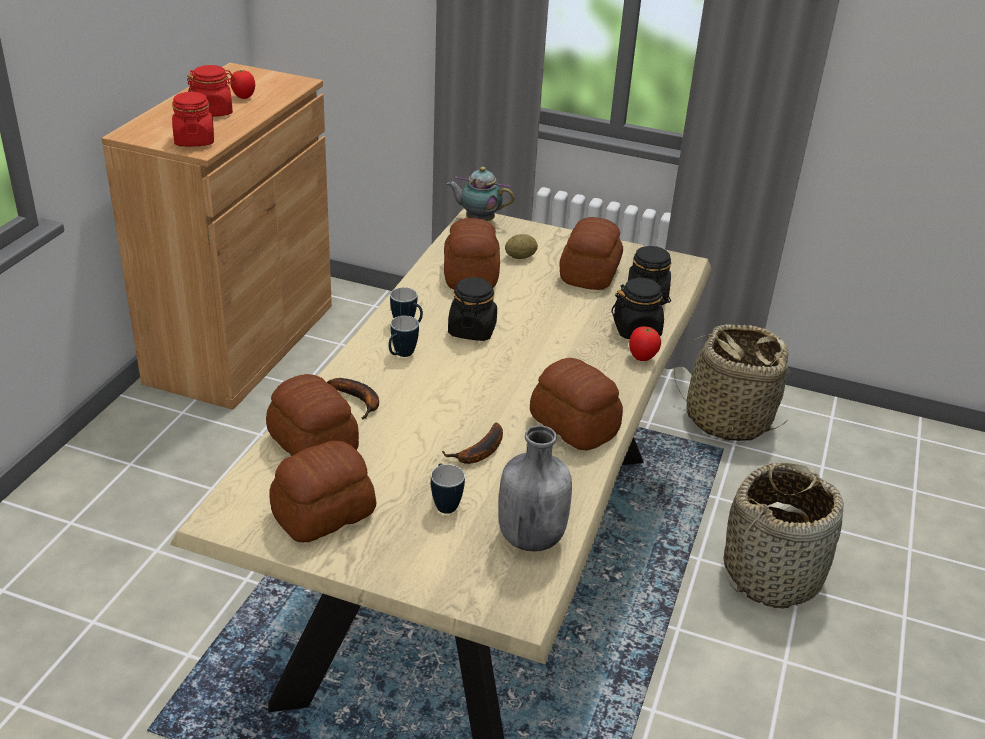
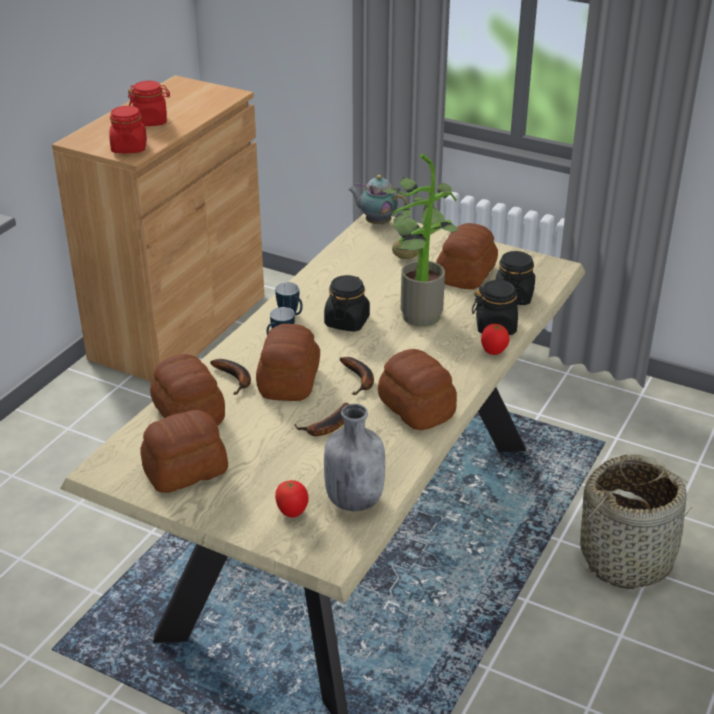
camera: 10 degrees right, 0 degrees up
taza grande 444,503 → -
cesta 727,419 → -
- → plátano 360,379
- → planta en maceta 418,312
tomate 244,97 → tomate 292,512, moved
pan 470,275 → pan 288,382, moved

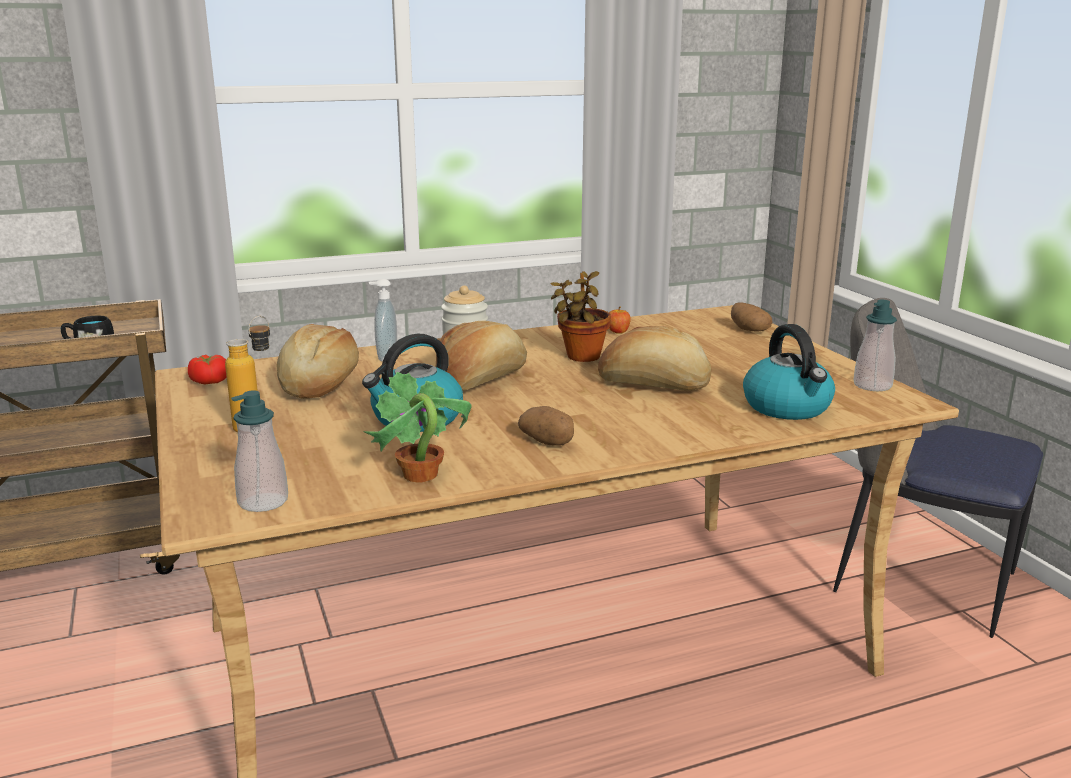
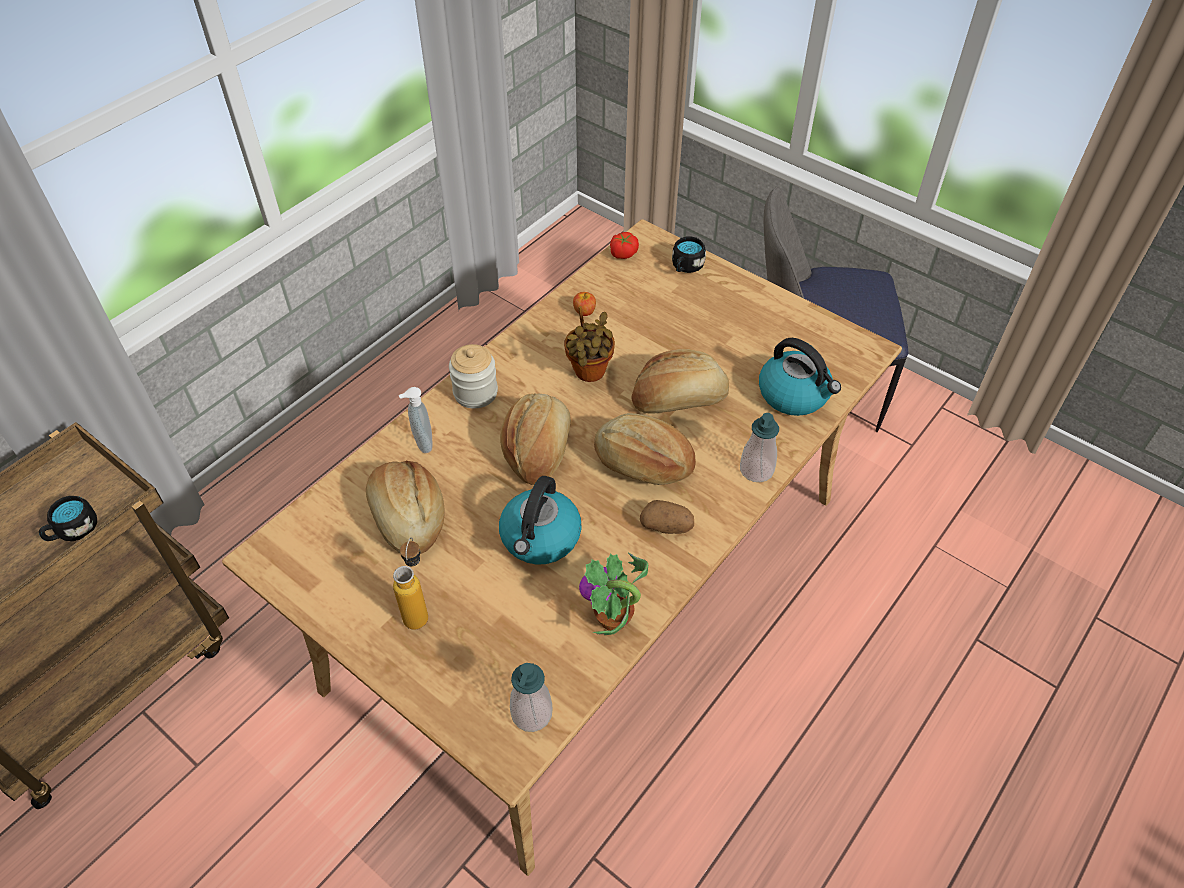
camera: 30 degrees left, 30 degrees up
- → pan 643,463
tomate 210,381 → tomate 623,253, moved
dispensador de jabón 872,386 → dispensador de jabón 756,470, moved
patata 748,330 → taza grande [negro] 685,267

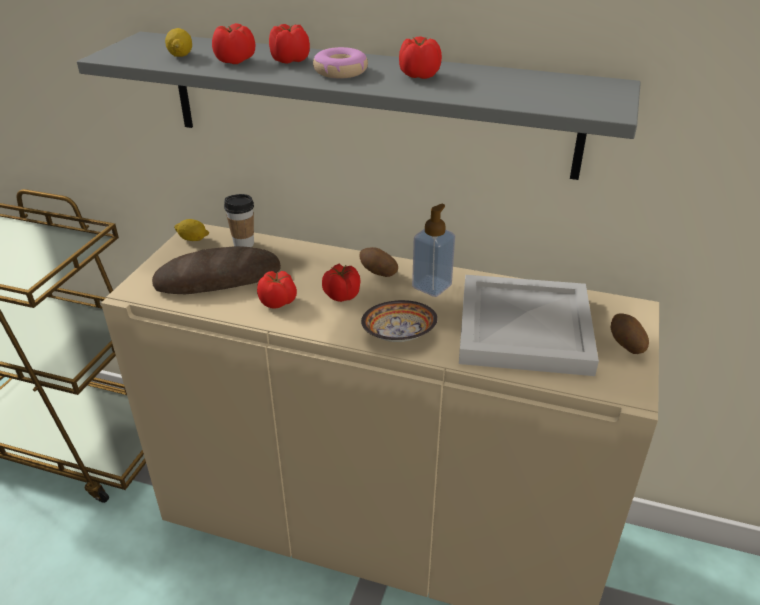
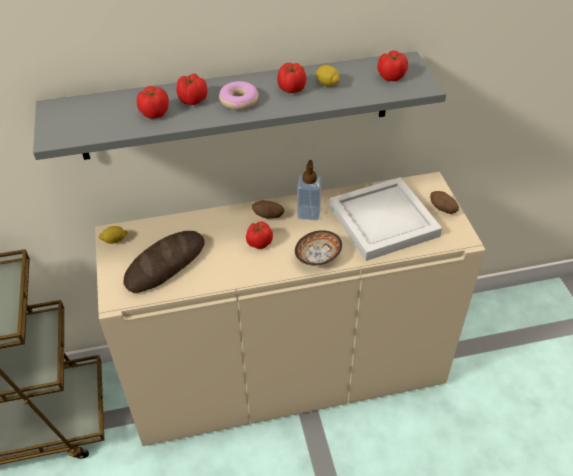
camera: 30 degrees left, 10 degrees up
taza 244,244 → -
limón 180,55 → limón 327,83, moved
tomate 278,302 → tomate 392,76, moved

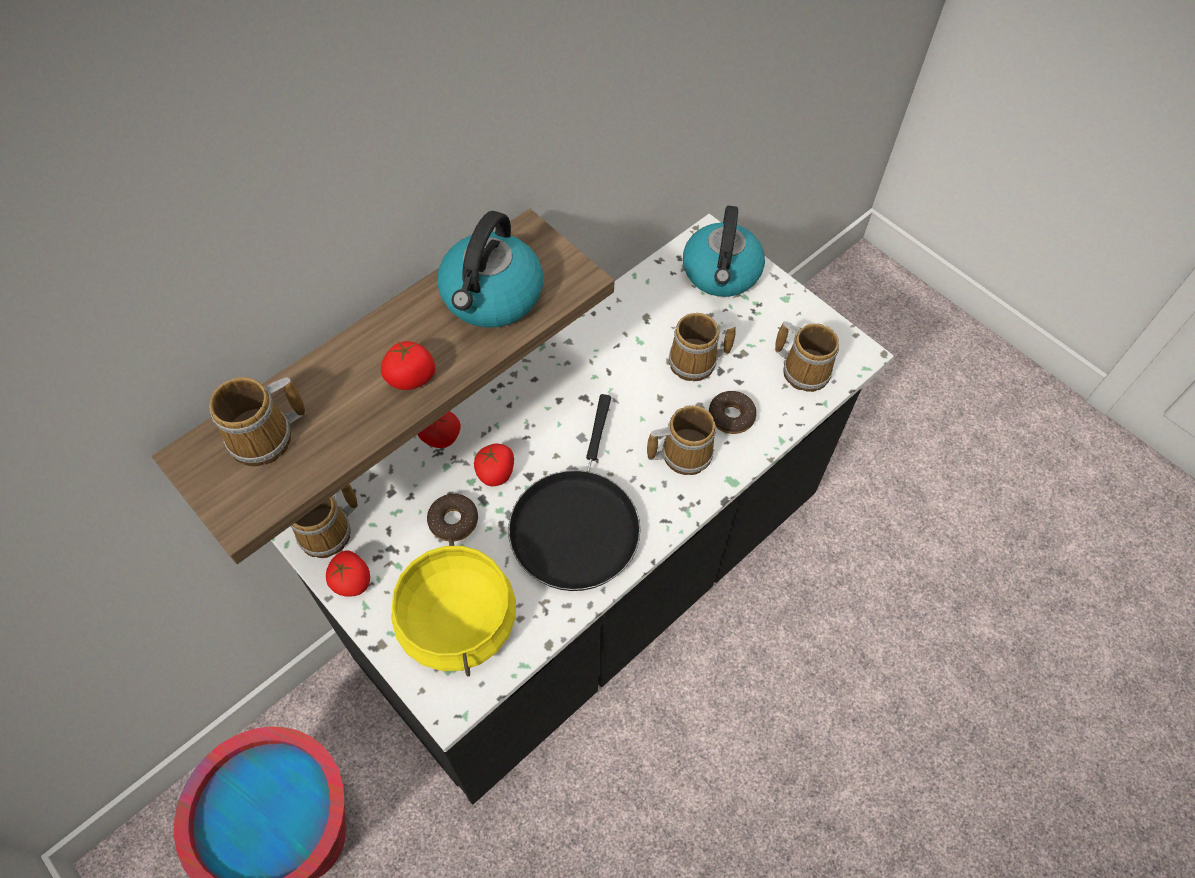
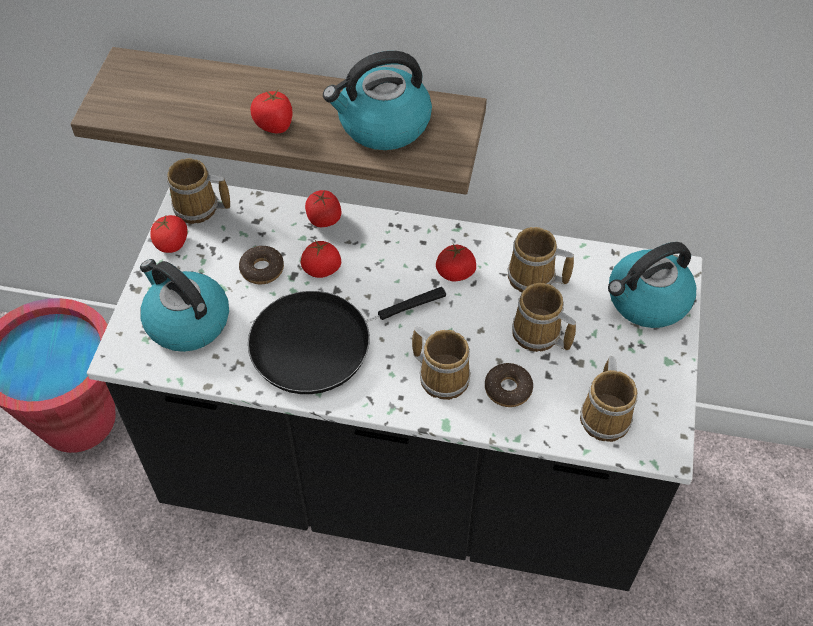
camera: 55 degrees right, 5 degrees down
- → tomate 455,273
taza grande 266,438 → taza grande 534,278, moved
olla [amarillo] 458,621 → hervidor 186,321

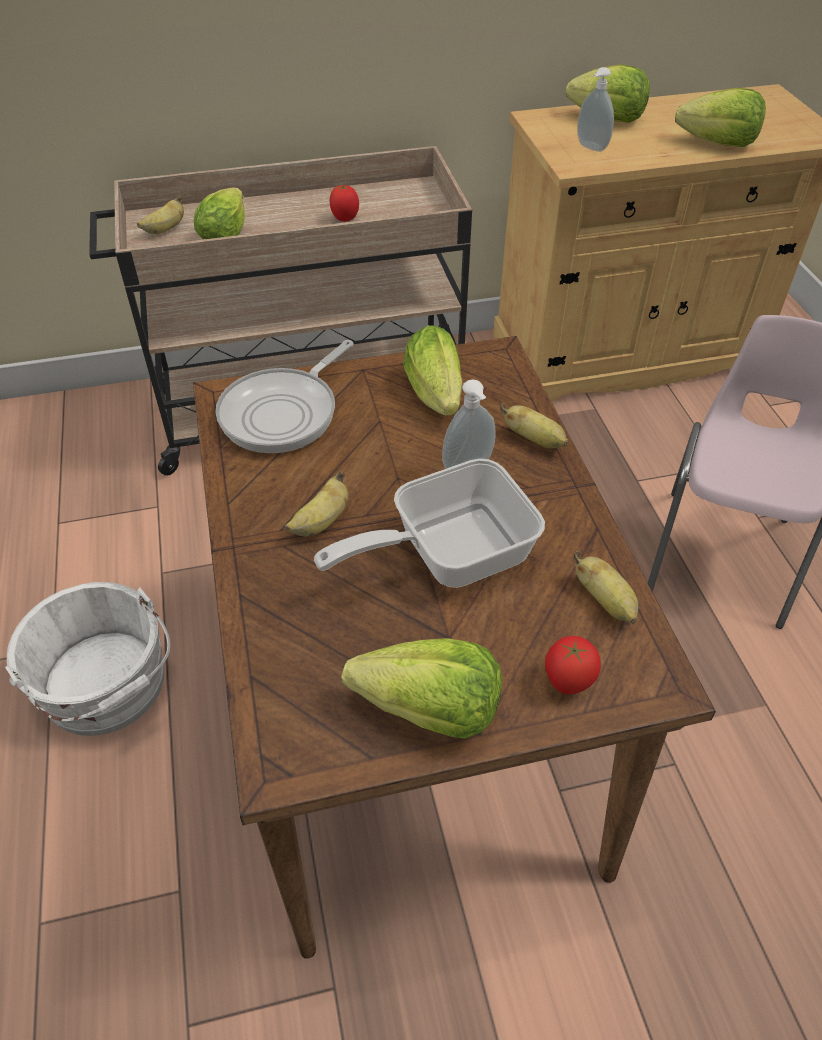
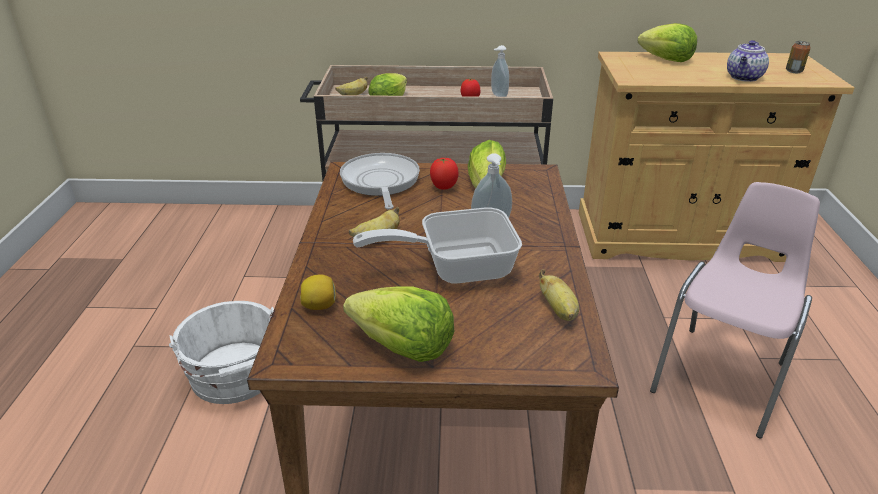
camera: 15 degrees right, 15 degrees down
plátano 534,440 → -
- → limón 320,306
- → lata 794,71
tomate 567,682 → tomate 443,188, moved
dispensador de jabón 590,148 → dispensador de jabón 498,96, moved
lechuga 718,143 → tetera 744,78
sartén 284,413 → sartén 380,182, 120 degrees clockwise

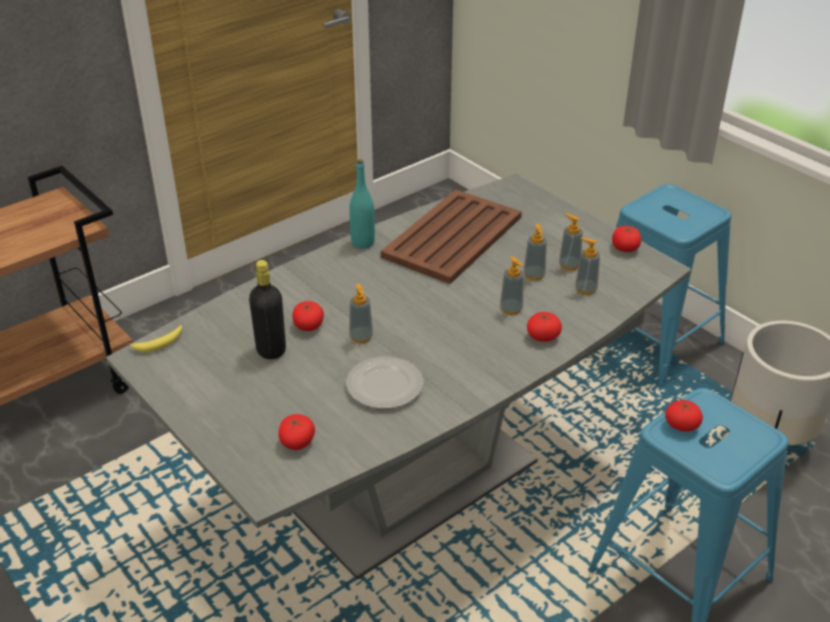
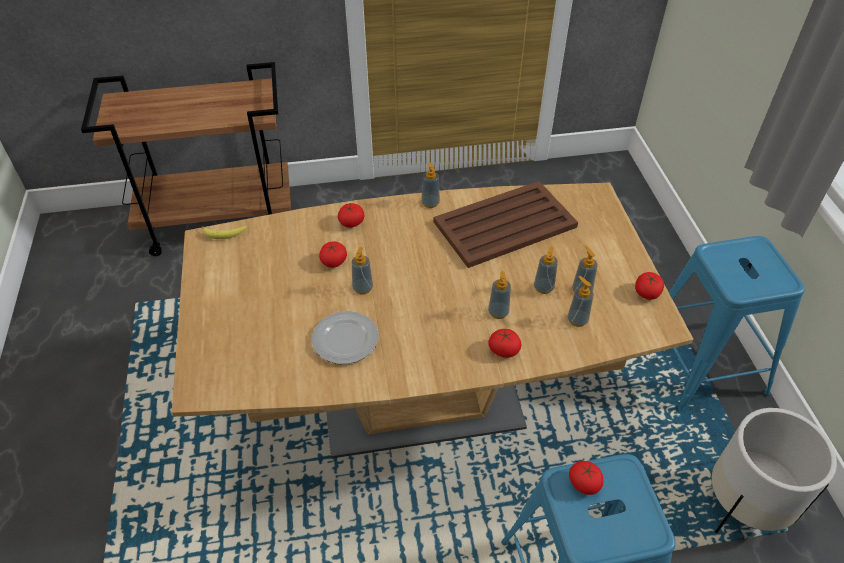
camera: 30 degrees right, 10 degrees up
botella [negro] 271,350 → -
tomate 297,442 → tomate 351,222, moved
botella [turquesa] 363,243 → dispensador de jabón 430,203
mesa de comedor [gris] 415,484 → mesa de comedor [marrón] 422,403

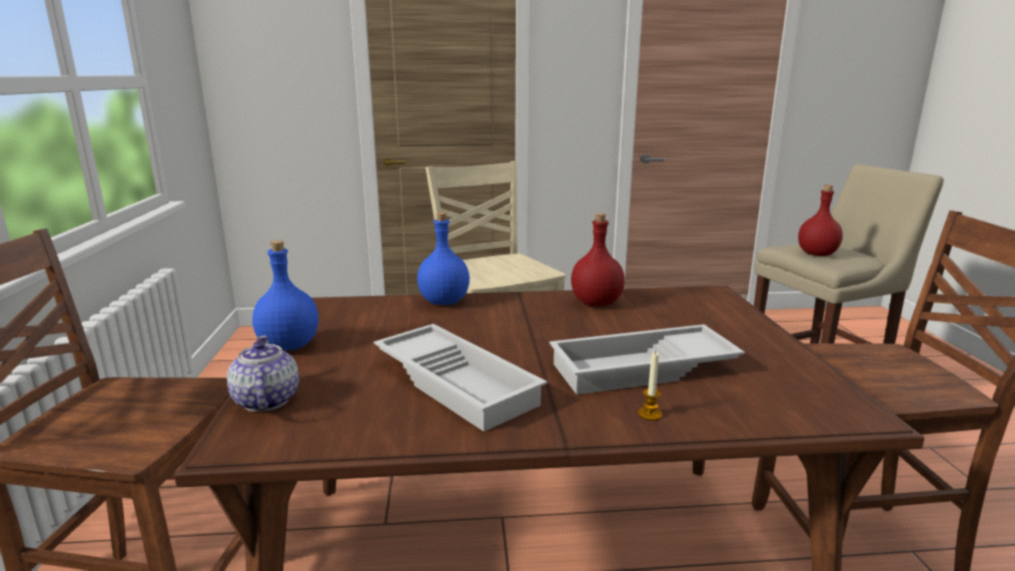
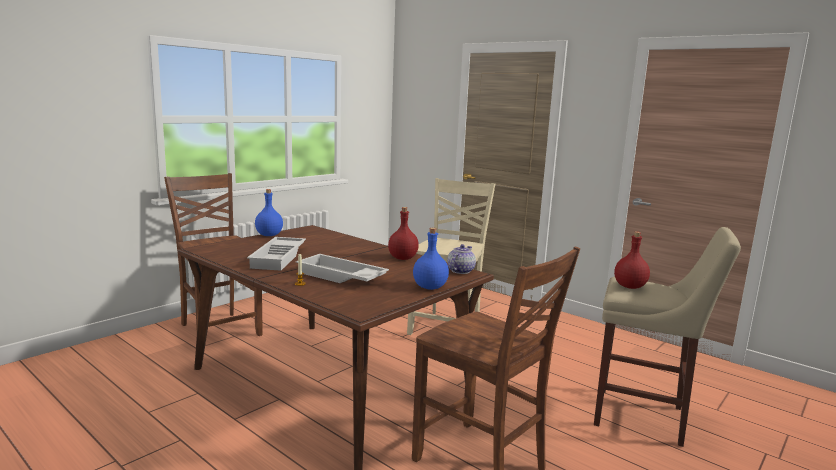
camera: 45 degrees right, 5 degrees down
tetera 265,401 → tetera 460,271, moved
botella [azul] 443,302 → botella [azul] 429,287, moved

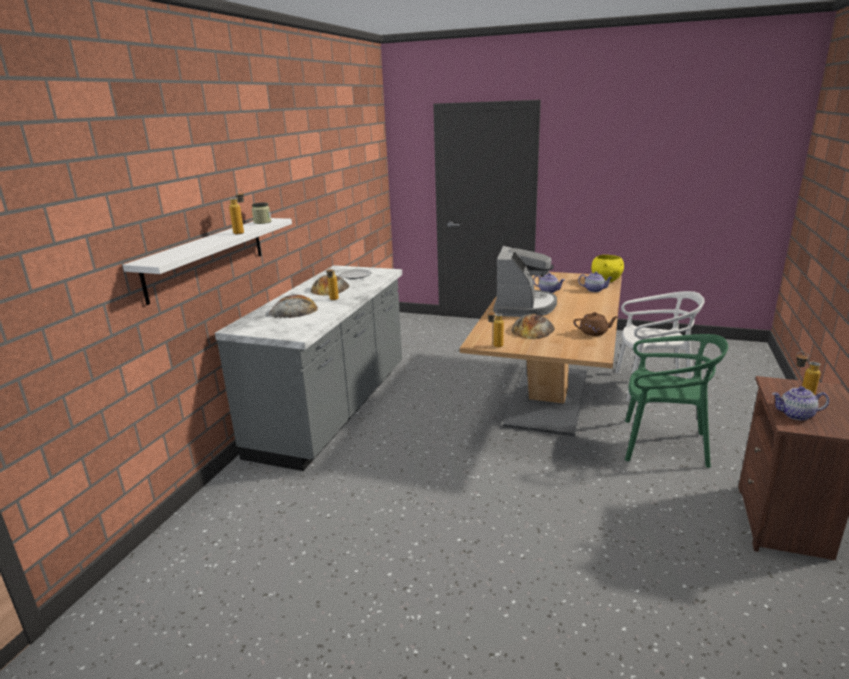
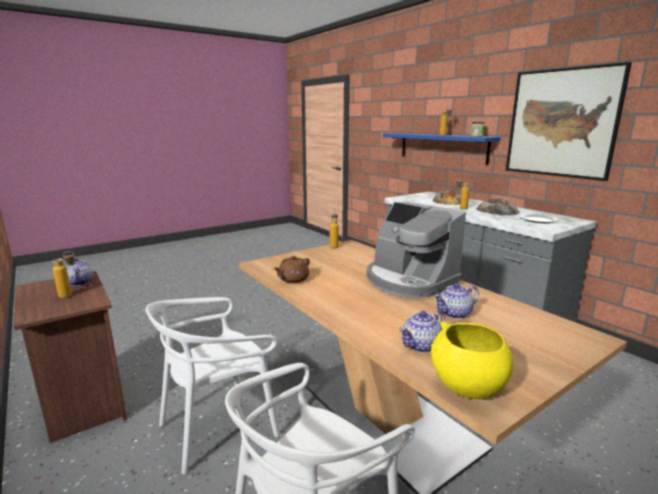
camera: 125 degrees right, 5 degrees down
pan 533,329 → -
- → cuadro 561,123
estante [blanco] 207,257 → estante [azul] 442,147
silla [verde] 663,445 → silla [blanco] 219,426
tetera 796,415 → tetera 79,283, 75 degrees counterclockwise

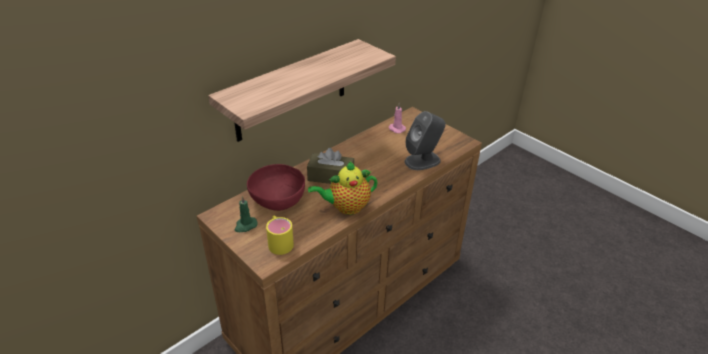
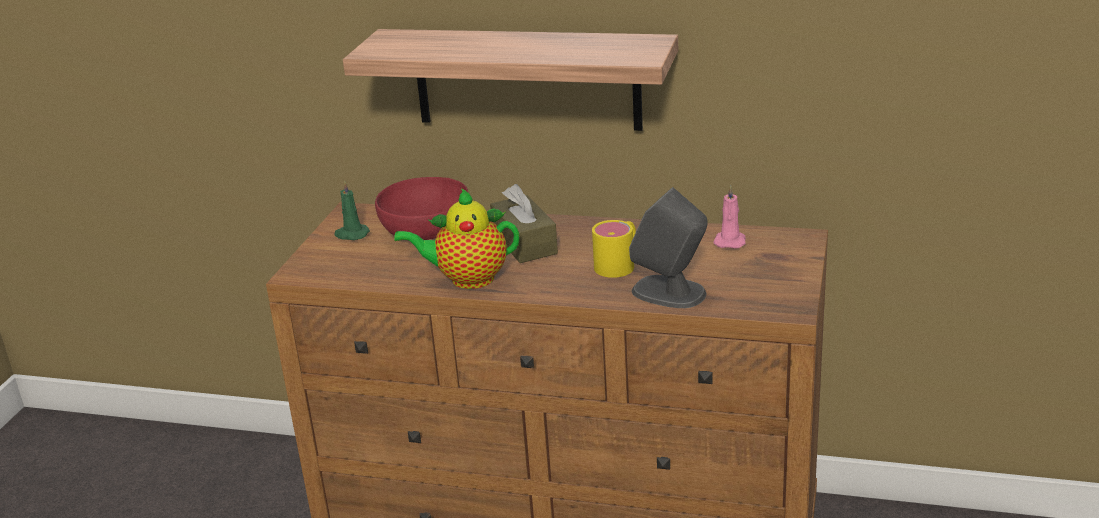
camera: 60 degrees right, 10 degrees down
taza grande [amarillo] 279,241 → taza grande [amarillo] 619,263, moved
tetera 346,207 → tetera 467,279, 45 degrees counterclockwise

